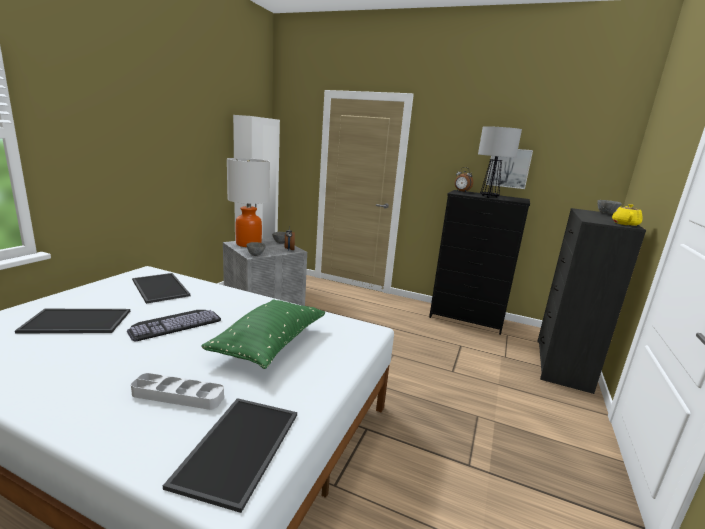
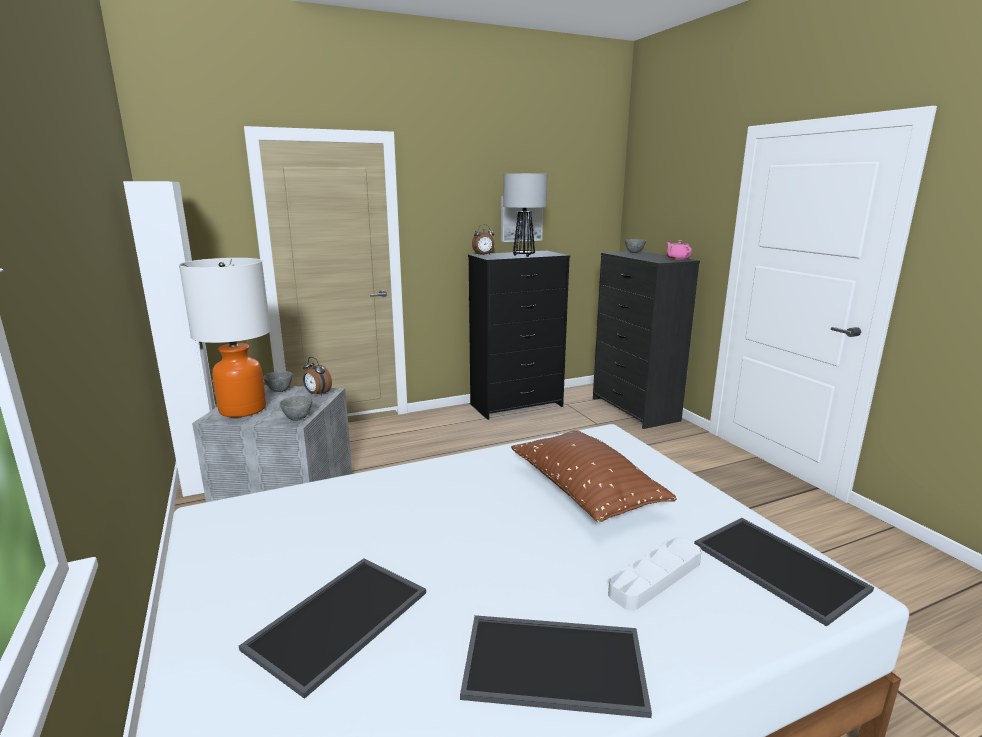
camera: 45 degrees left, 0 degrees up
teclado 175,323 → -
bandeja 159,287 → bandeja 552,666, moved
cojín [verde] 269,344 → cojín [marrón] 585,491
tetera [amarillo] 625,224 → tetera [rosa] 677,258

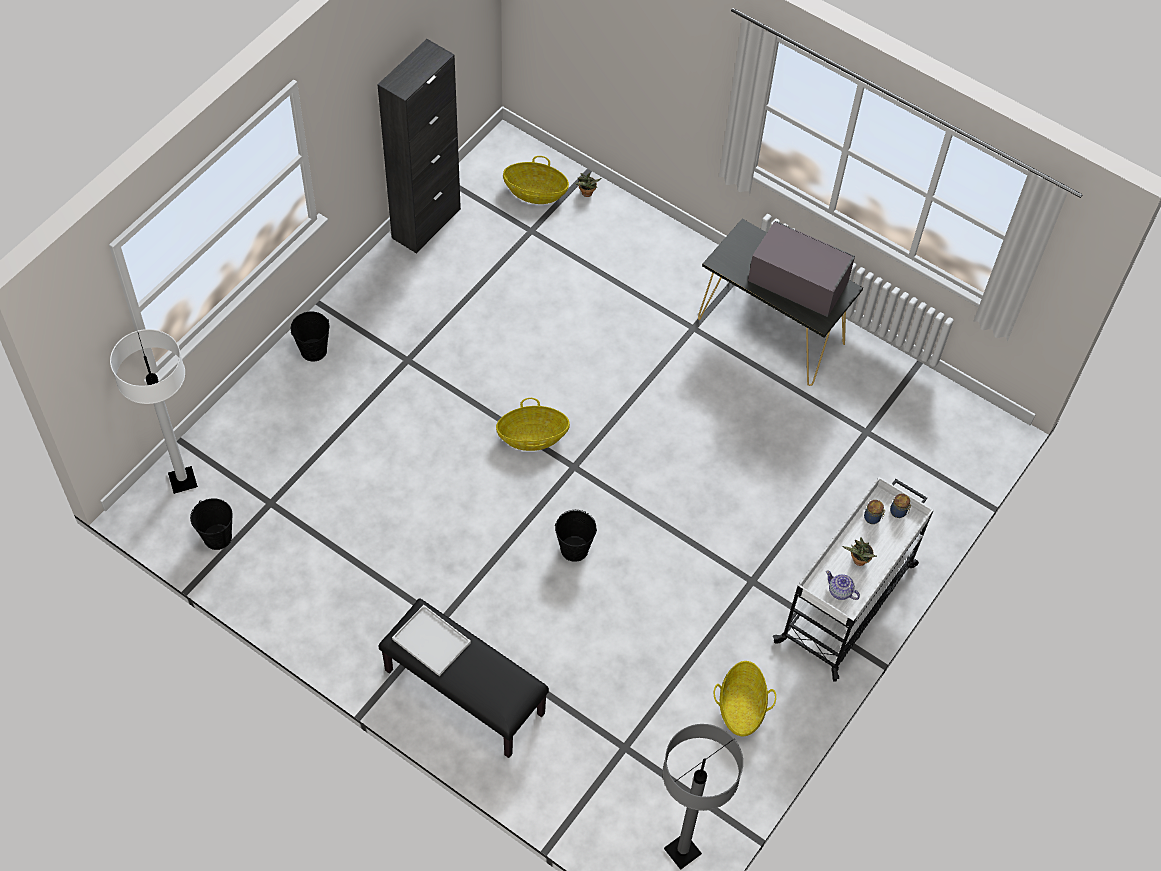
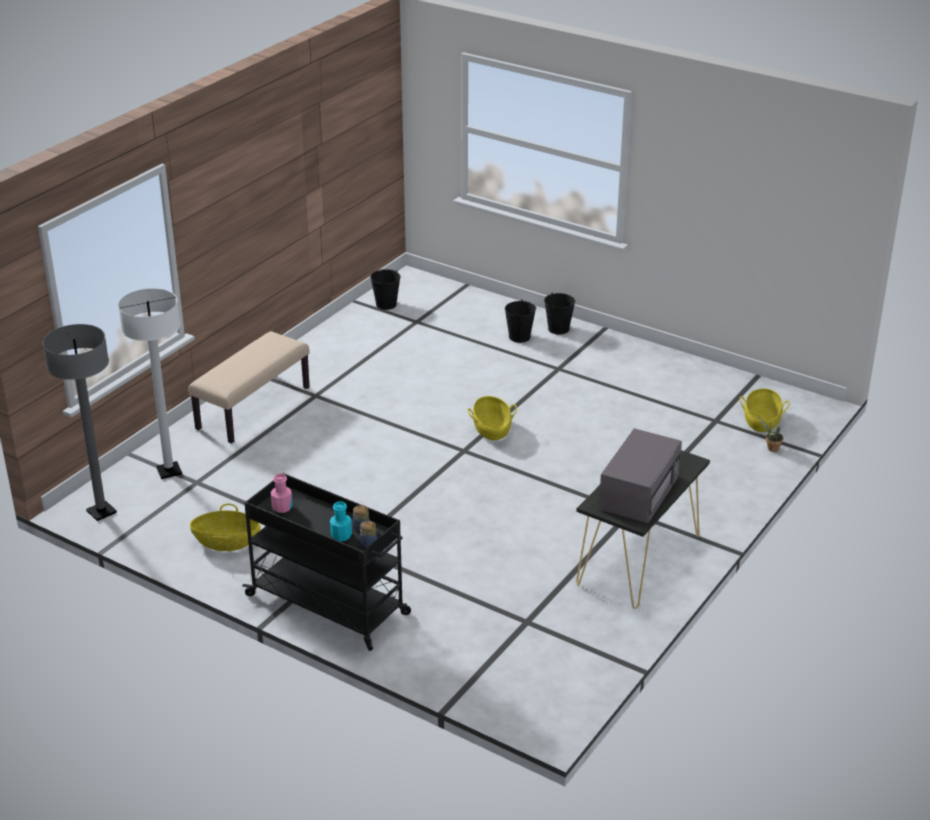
camera: 90 degrees right, 25 degrees down
armario [negro] 426,223 → -
bandeja [blanco] 433,641 → -
planta en maceta 858,561 → -
- → botella [turquesa] 341,535
lámpara de pie [blanco] 183,480 → lámpara de pie [blanco] 169,471, moved
cubo [negro] 574,549 → cubo [negro] 519,337, moved
tetera 840,591 → botella [rosa] 282,507
banco [negro] 463,692 → banco [beis] 253,408
carrito [blanco] 847,602 → carrito [negro] 329,605

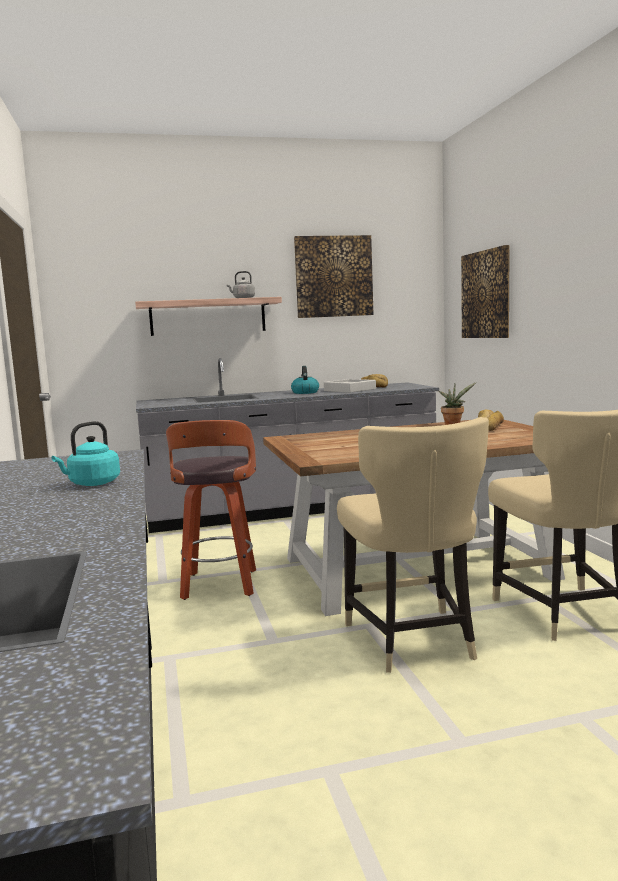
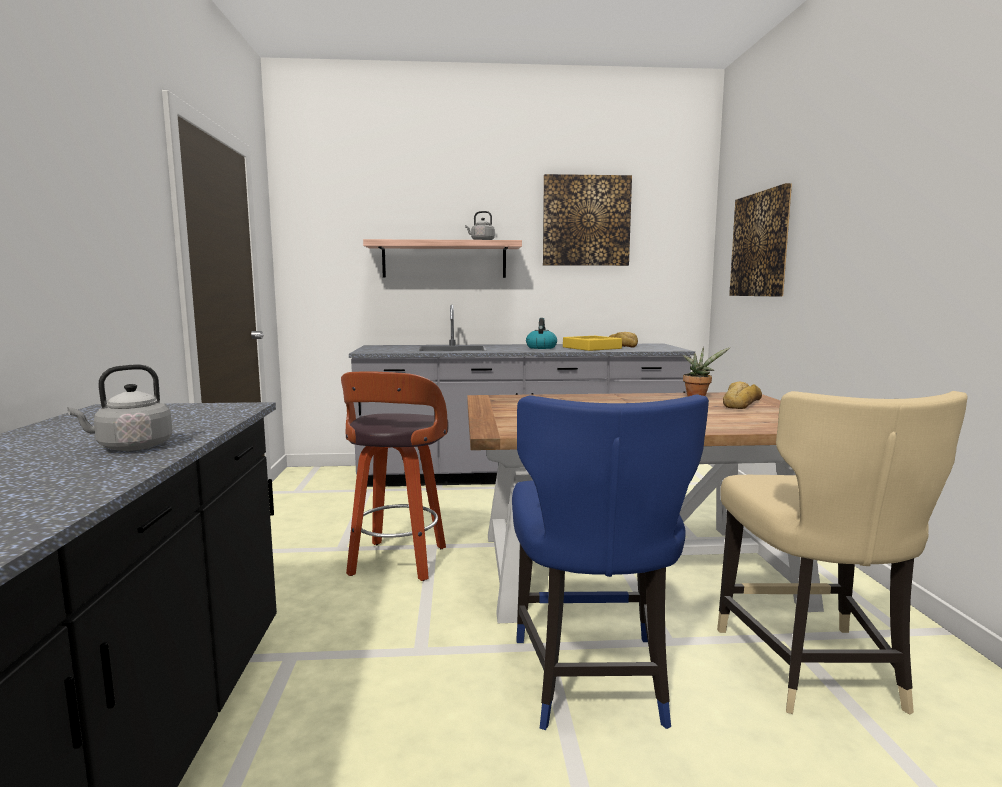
camera: 10 degrees right, 0 degrees up
hervidor [turquesa] 92,484 → hervidor [gris] 131,447
bandeja [gris] 350,390 → bandeja [amarillo] 591,348
silla [beis] 412,641 → silla [azul] 592,681

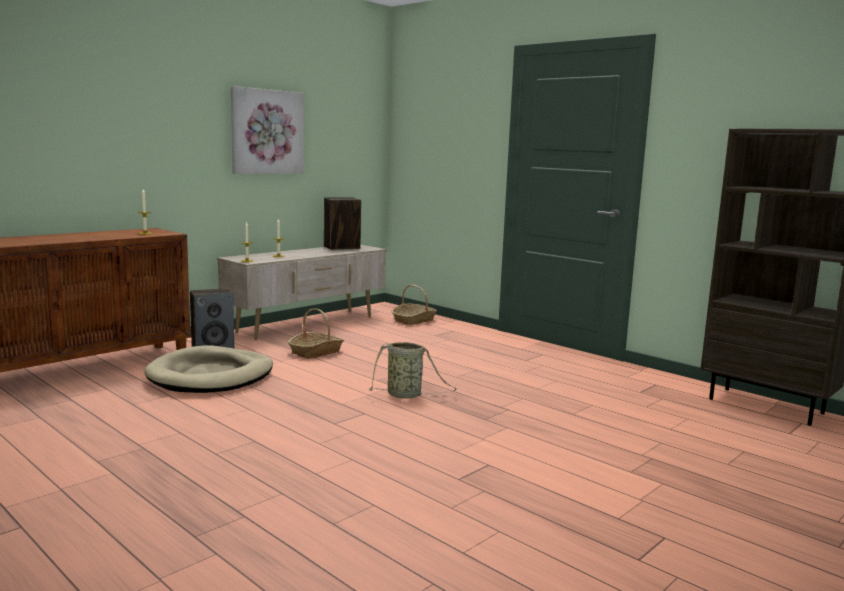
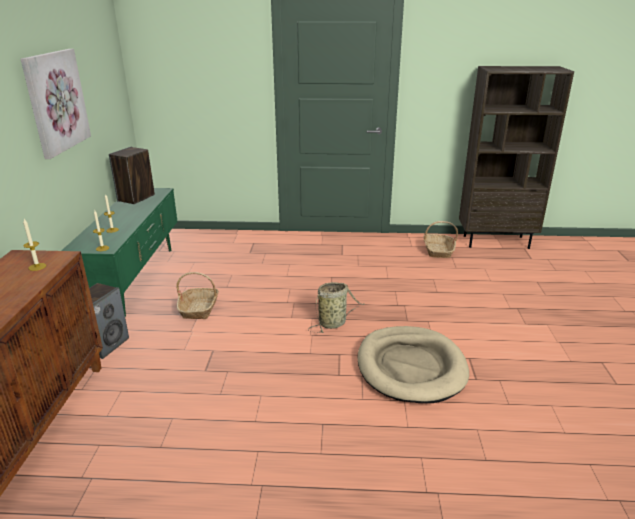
camera: 40 degrees left, 15 degrees up
cama para perro [beis] 211,376 → cama para perro [beis] 411,367, moved
cesta 413,320 → cesta 438,251, moved
mueble de televisión [beis] 307,324 → mueble de televisión [verde] 136,280

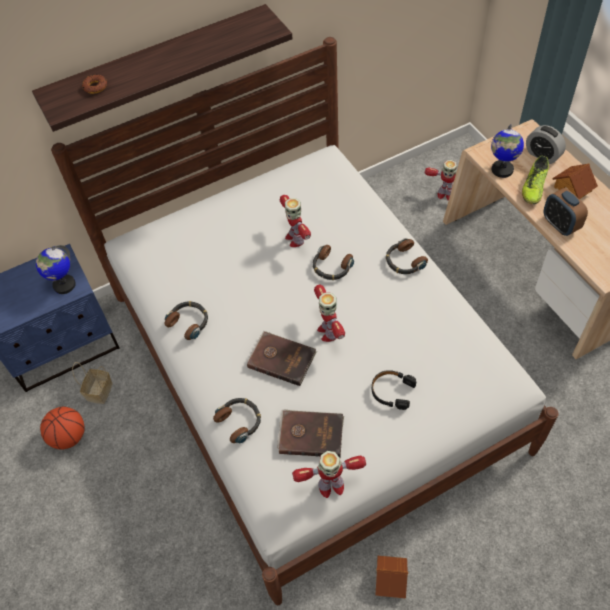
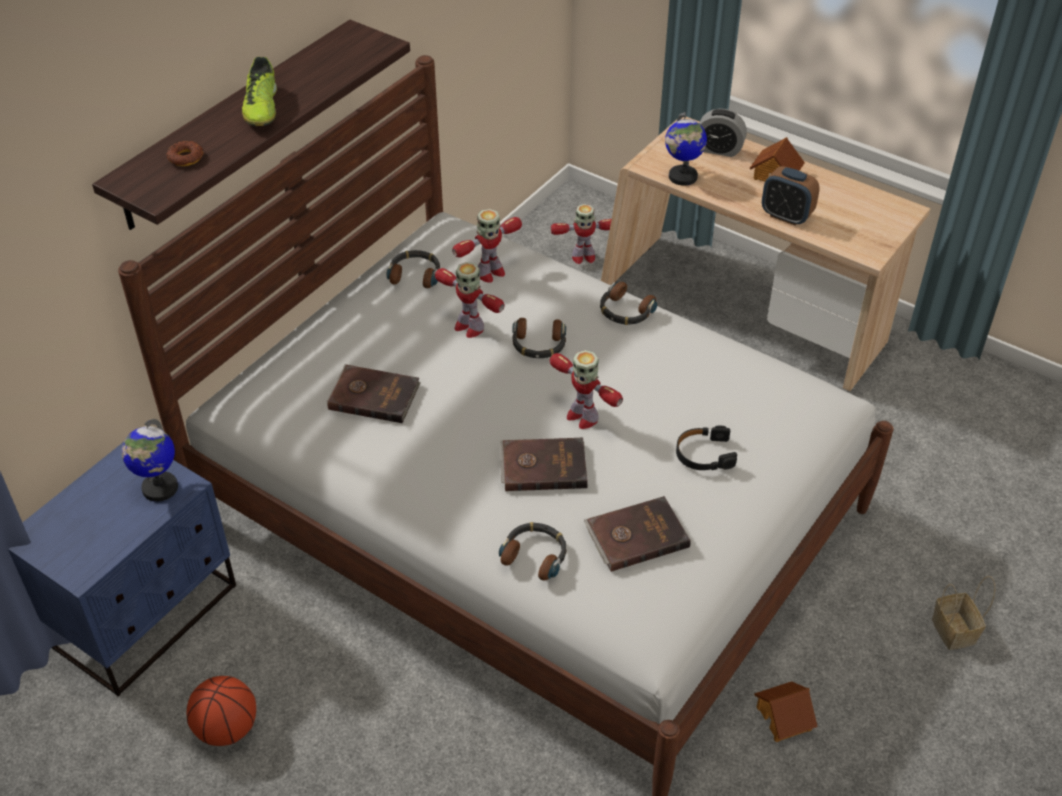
camera: 30 degrees left, 10 degrees down
- → libro [marrón] 373,395
cesta 99,392 → cesta 955,632, moved
auriculares 189,322 → auriculares 415,274, moved
robot de juguete 330,486 → robot de juguete 490,273, moved
zapato 533,187 → zapato 262,108, moved

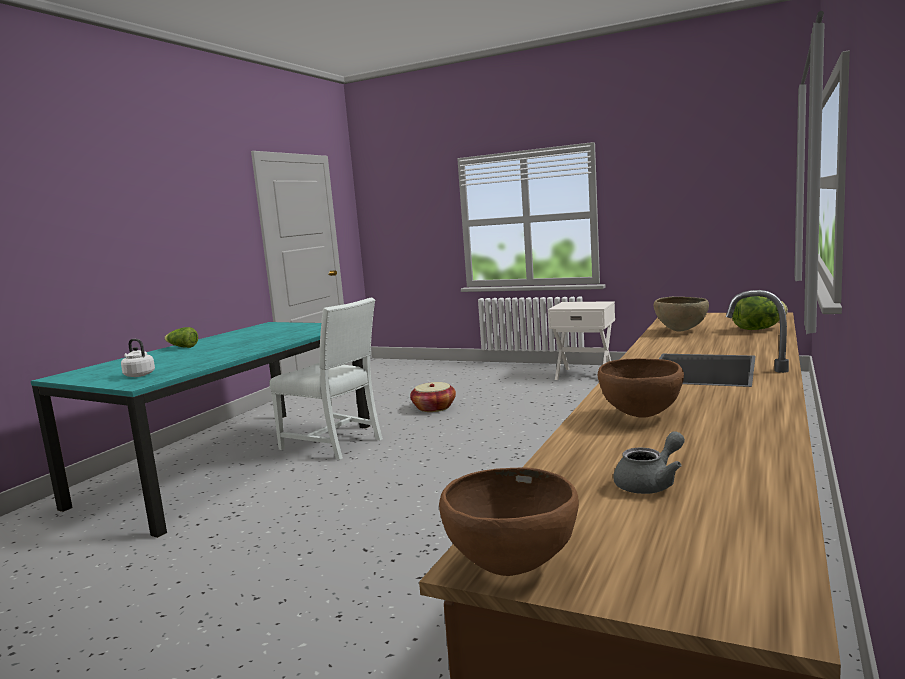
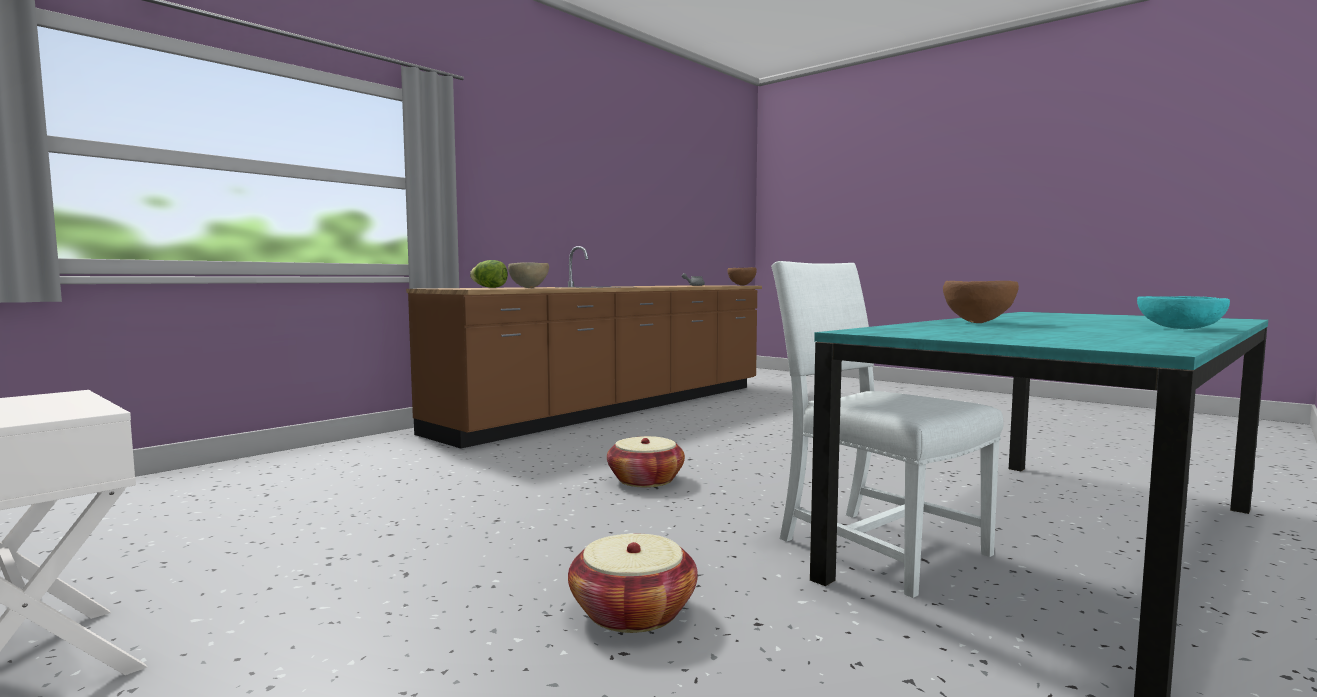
camera: 165 degrees left, 5 degrees down
hervidor [blanco] 138,375 → -
- → cesta 645,480
cuenco [marrón] 640,416 → cuenco [marrón] 978,323, moved
lechuga 182,347 → cuenco [turquesa] 1179,328

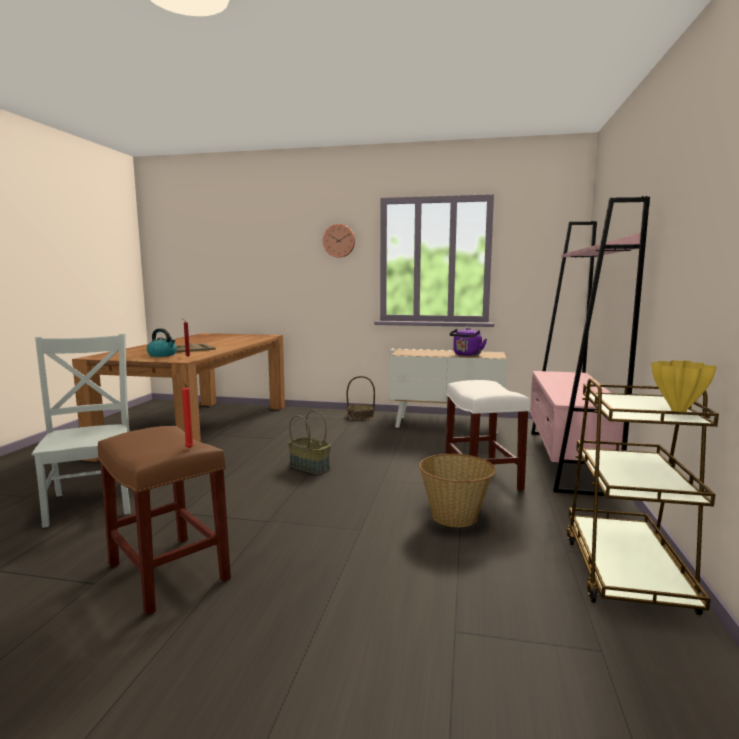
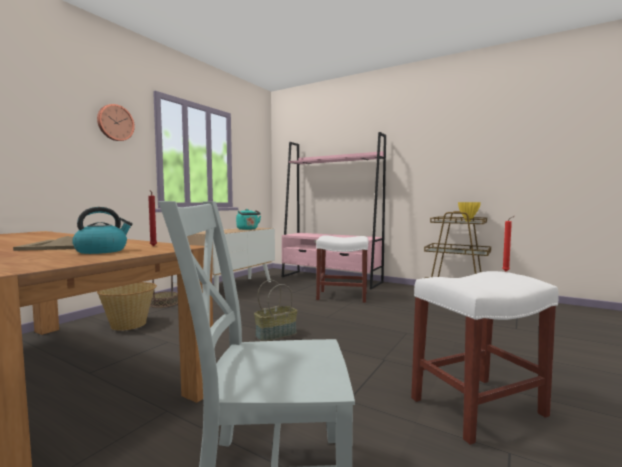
camera: 70 degrees left, 5 degrees down
cesta 455,516 → cesta 129,324, moved
taburete [marrón] 169,572 → taburete [blanco] 478,406
hervidor [morado] 466,355 → hervidor [turquesa] 248,229

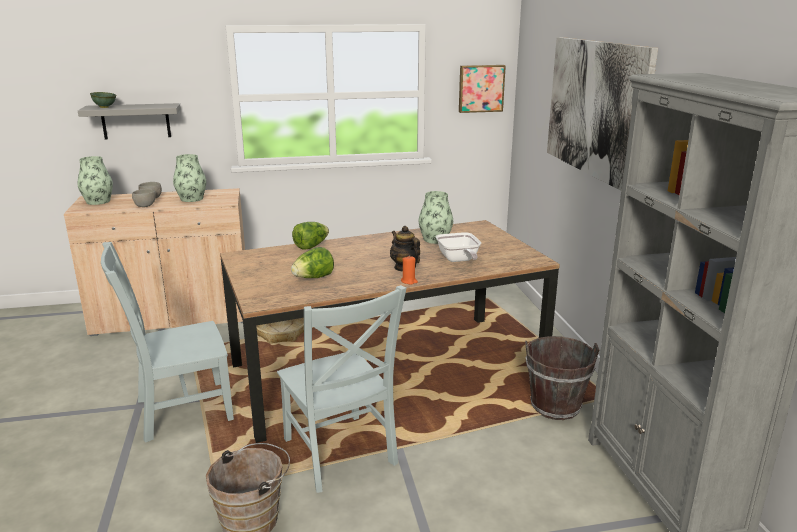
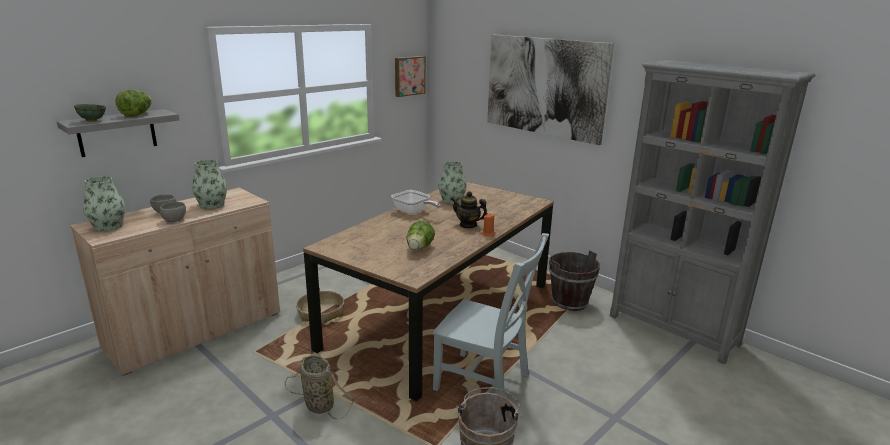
camera: 35 degrees left, 0 degrees up
lechuga 311,246 → lechuga 137,115, moved
sartén 458,260 → sartén 413,212, moved
silla [gris] 179,411 → cesta 317,404

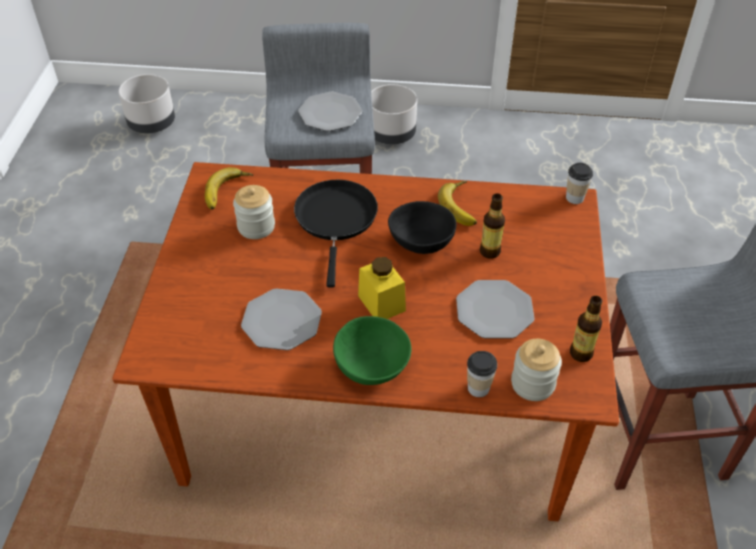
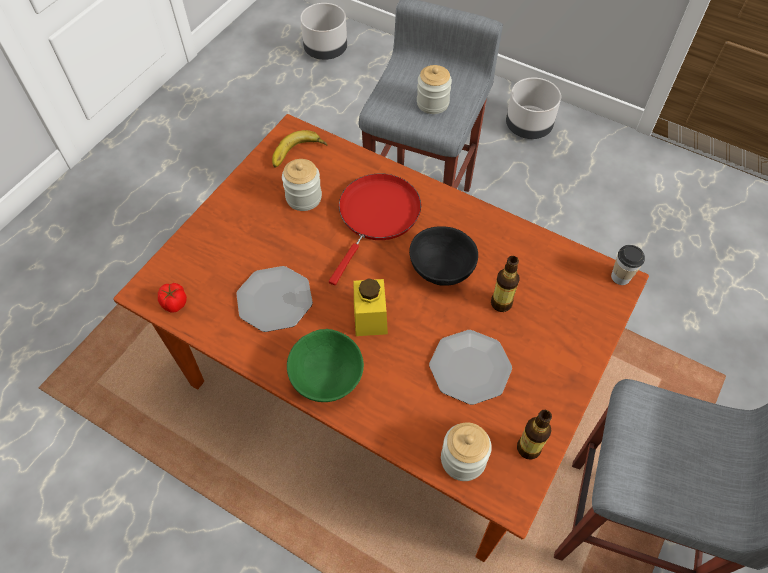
camera: 25 degrees right, 10 degrees up
plátano 462,206 → -
taza 478,388 → -
- → tomate 174,304
plato 330,113 → tarro 432,103
sartén [negro] 336,220 → sartén [rojo] 377,216

